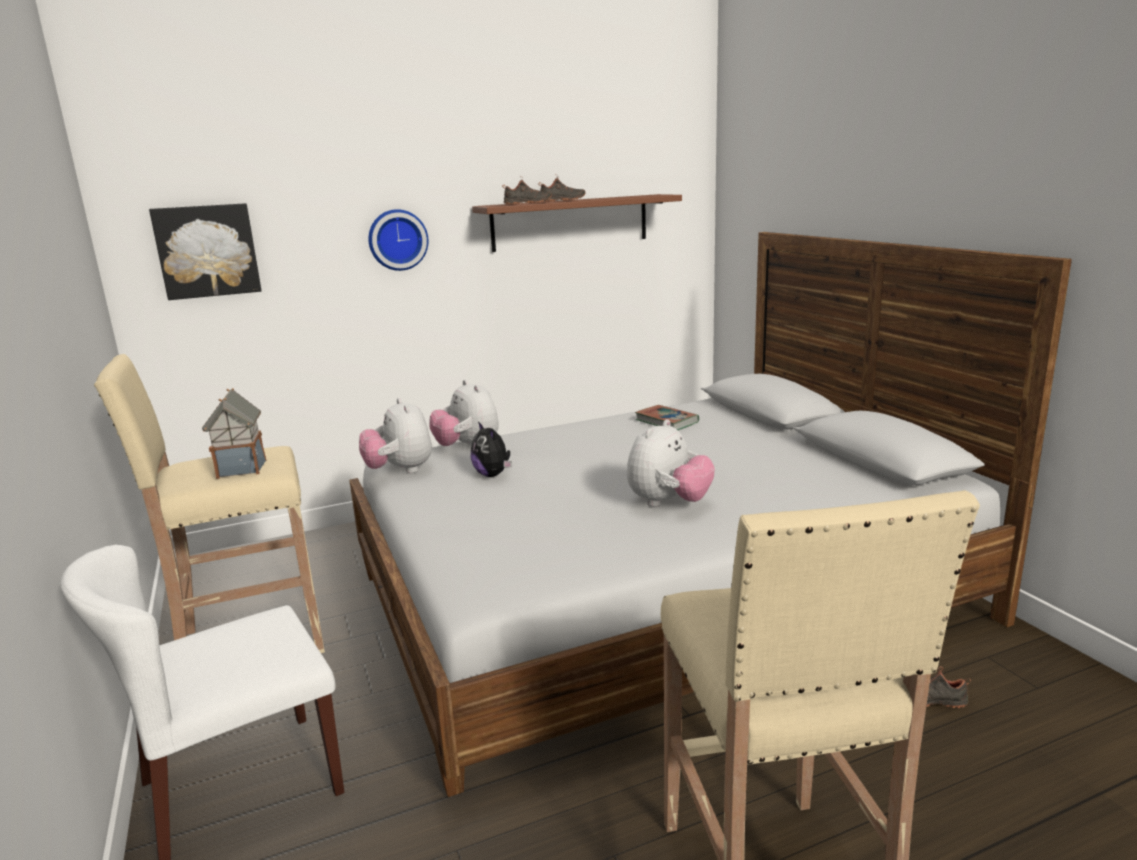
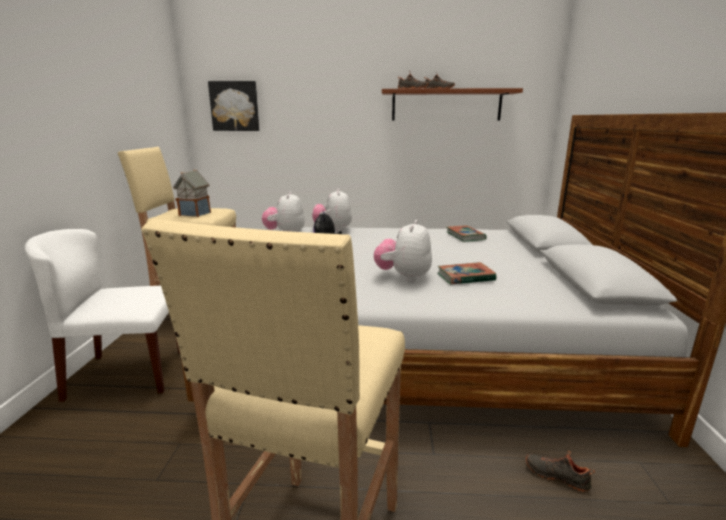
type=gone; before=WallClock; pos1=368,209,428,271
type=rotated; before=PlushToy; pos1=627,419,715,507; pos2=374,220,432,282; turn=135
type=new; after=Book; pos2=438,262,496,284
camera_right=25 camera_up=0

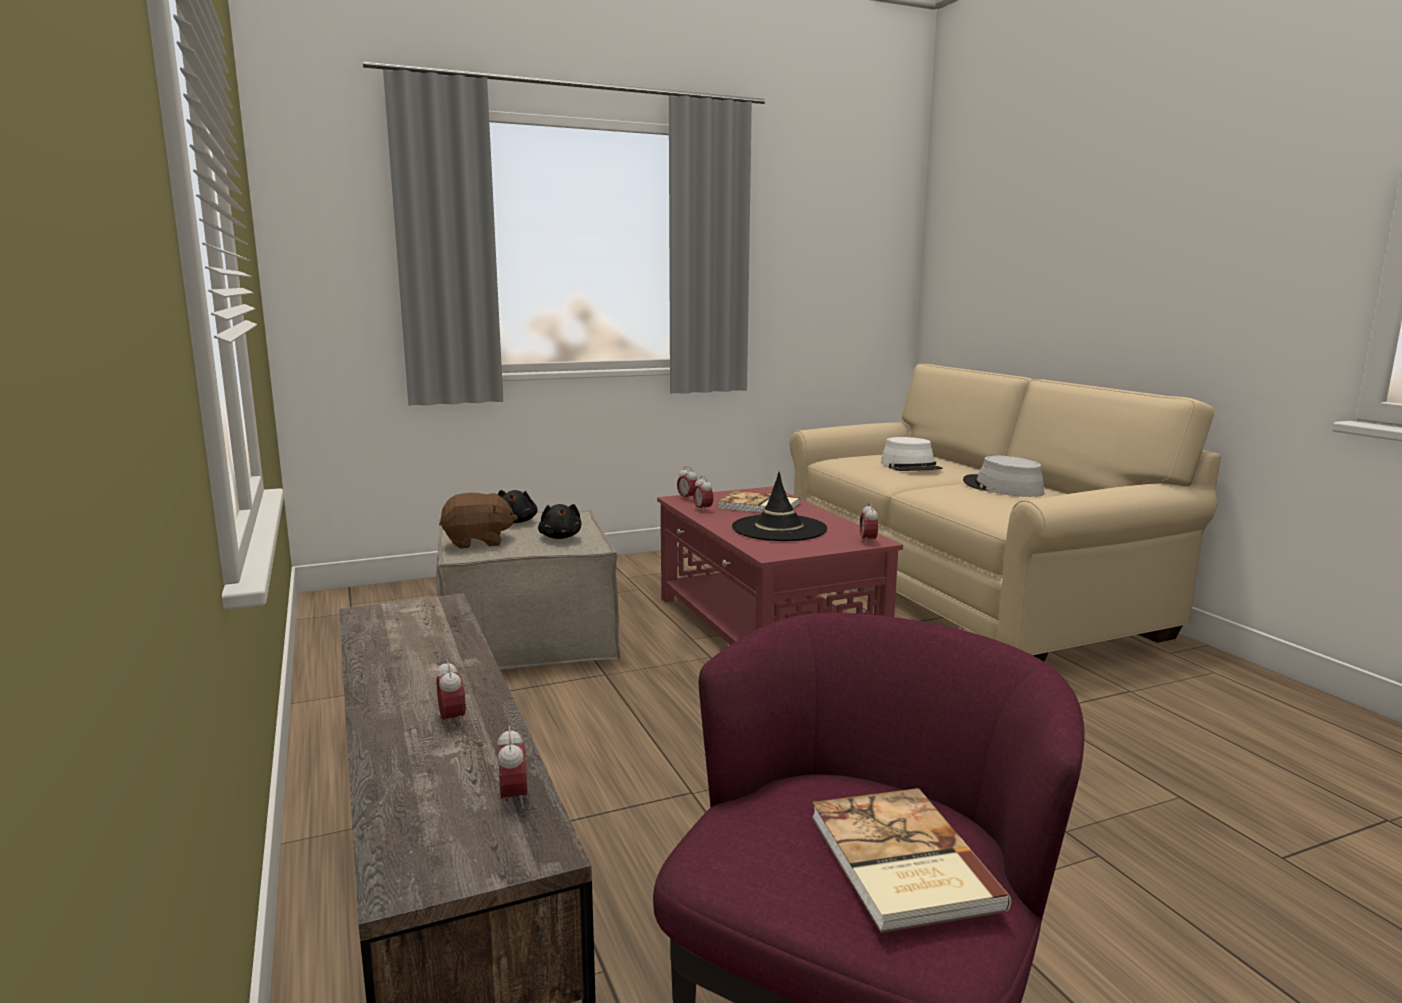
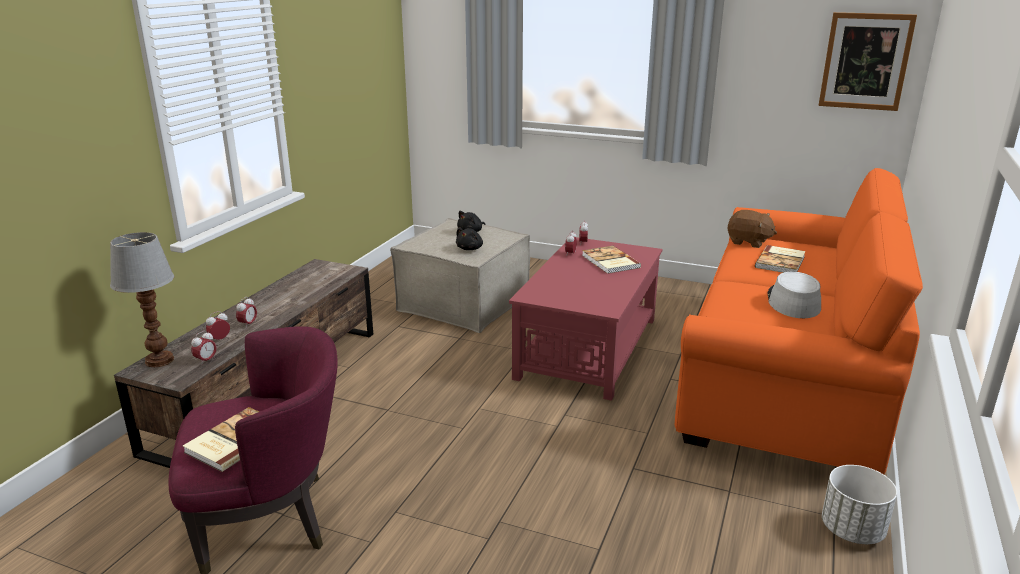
type=shifted; before=BrownPlushToy; pos1=439,493,518,549; pos2=727,210,777,248
type=gone; before=BlackHat; pos1=732,472,827,541
type=repainted; before=BeigeSofa; after=OrangeSofa; pos1=789,364,1221,661; pos2=675,168,923,474
type=shifted; before=AlarmClock; pos1=860,502,878,544; pos2=206,311,230,340
type=swapped; before=WhiteHat; after=Book; pos1=881,437,942,471; pos2=755,245,806,273
type=new; after=TableLamp; pos2=110,232,174,367
type=new; after=Picture; pos2=818,12,917,111
type=new; after=WhitePlanter; pos2=822,465,897,544
camera_right=45 camera_up=10

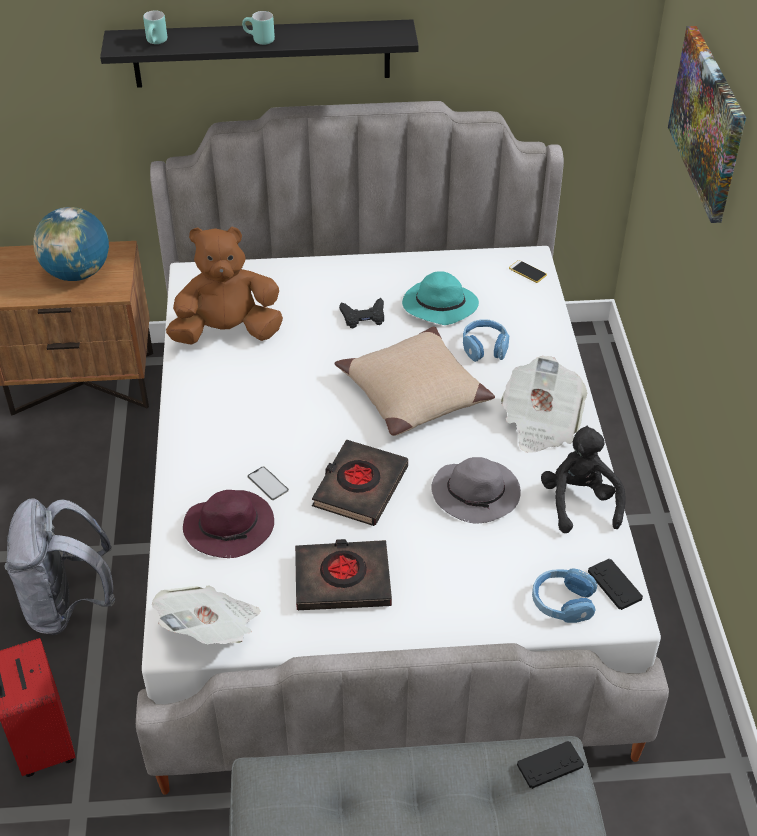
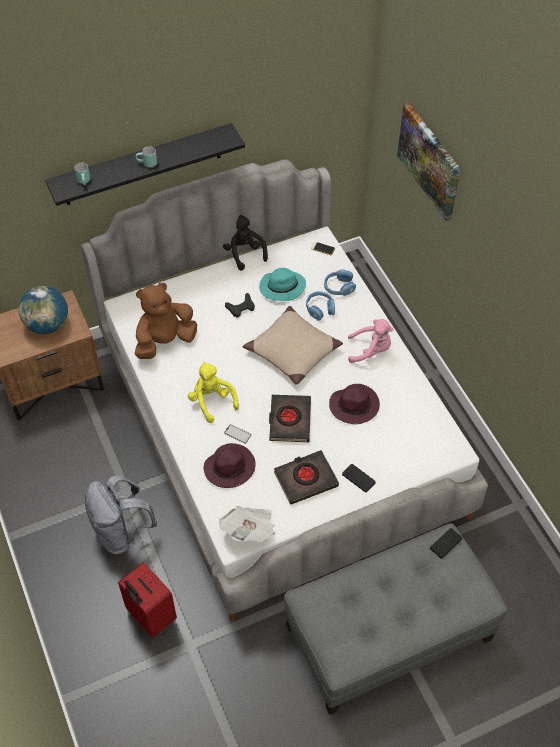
type=repainted; before=GreyHat; after=PurpleHat; pos1=431,457,521,523; pos2=329,384,380,424
type=swapped; before=Newspaper; after=PinkPlushToy; pos1=501,356,588,453; pos2=348,319,393,363
type=shifted; before=BlueHeadphones; pos1=532,568,597,623; pos2=324,270,356,296
type=shifted; before=BlackPlushToy; pos1=541,426,626,533; pos2=223,215,268,271
type=shifted; before=BlackGameController; pos1=588,559,643,610; pos2=342,464,376,493
type=new; after=YellowPlushToy; pos2=188,362,239,423
camera_right=-20 camera_up=10

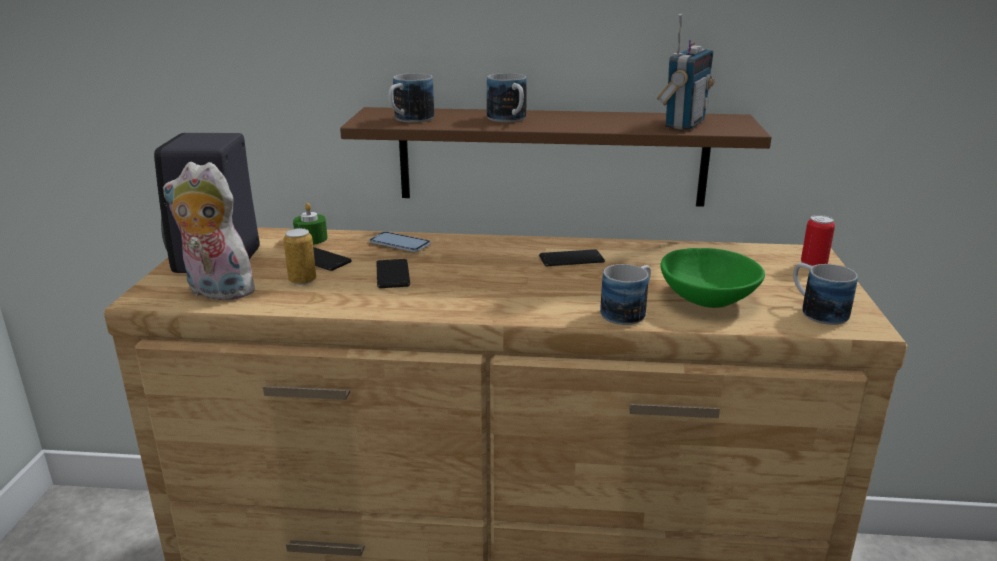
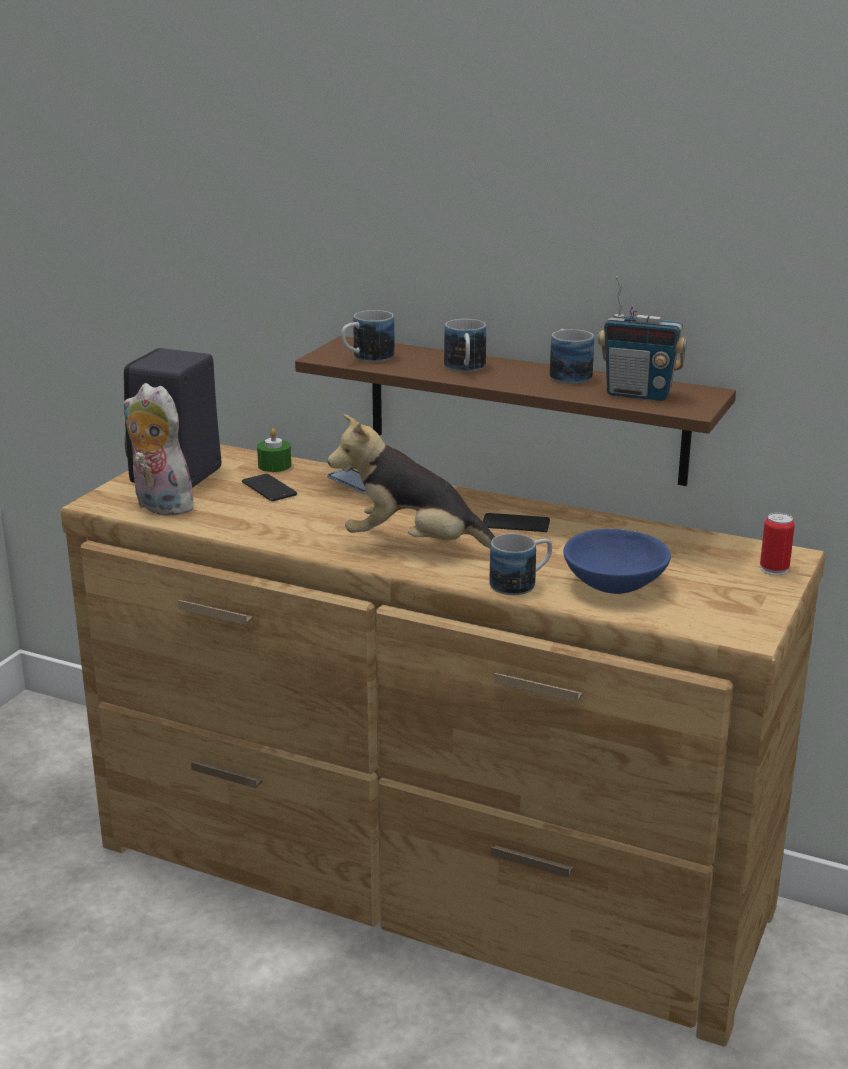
type=gone; before=Can; pos1=283,228,316,285
type=gone; before=Phone; pos1=376,259,410,288
type=rotated; before=Radio; pos1=657,14,715,130; pos2=598,276,687,401; turn=60
type=repainted; before=GreenBowl; after=BlueBowl; pos1=661,248,765,308; pos2=563,529,671,594
type=shifted; before=Mug; pos1=793,263,858,325; pos2=550,329,594,384
type=new; after=PlushToy; pos2=328,414,496,548
camera_right=20 camera_up=0

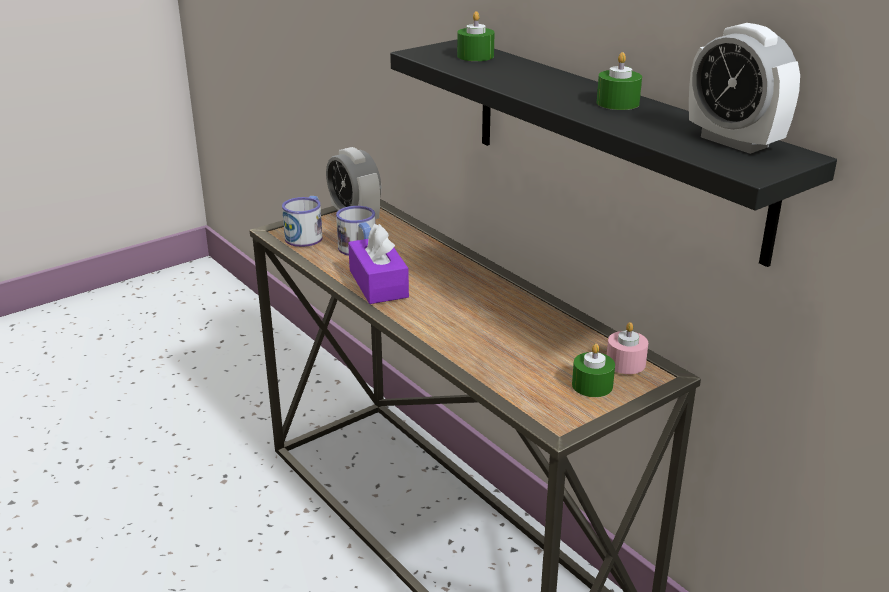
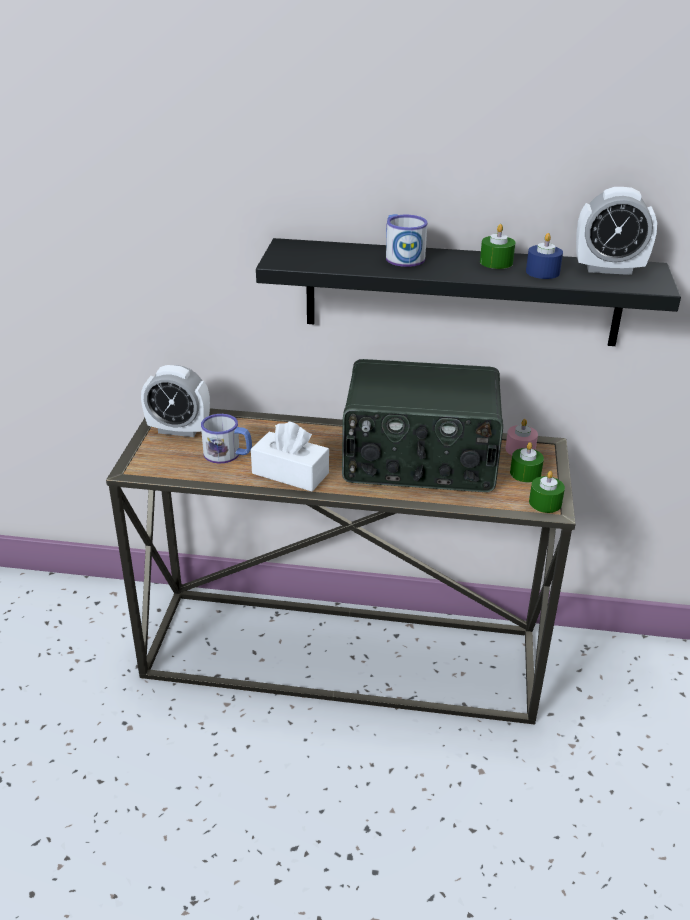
type=shifted; before=Mug; pos1=282,196,323,247; pos2=386,214,427,267
type=repainted; before=PurpleTissueBox; after=WhiteTissueBox; pos1=348,224,409,304; pos2=251,422,329,491
type=shifted; before=GreenCandle; pos1=457,11,495,61; pos2=529,471,565,513
type=new; after=Radio; pos2=342,359,503,492
type=new; after=BlueCandle; pos2=526,233,563,279
camera_right=-45 camera_up=5

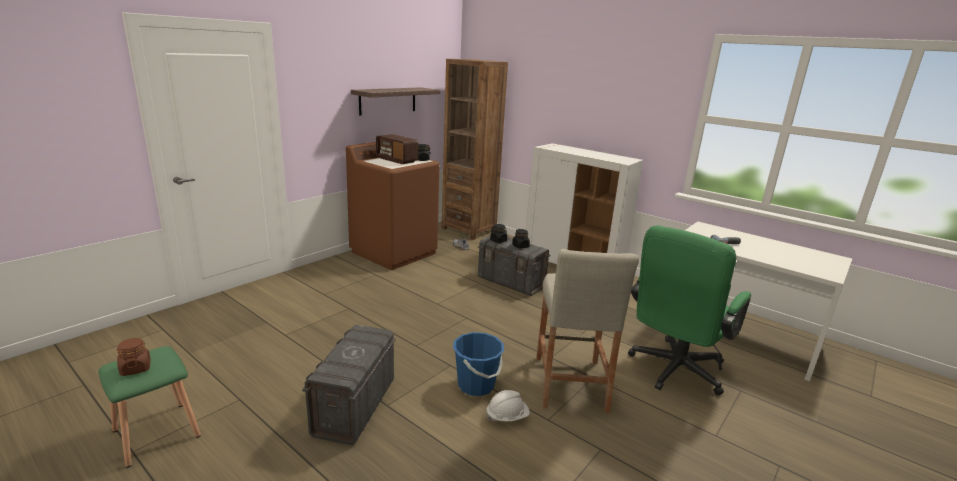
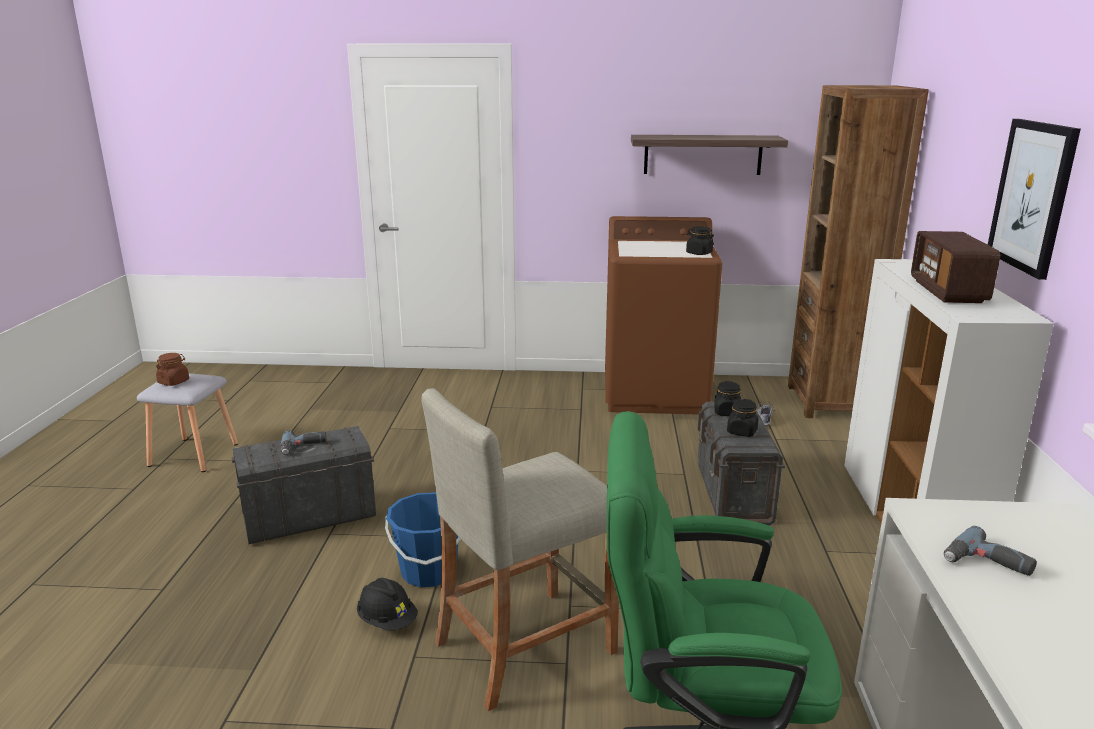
type=repainted; before=GreenStool; after=GreyStool; pos1=98,346,201,468; pos2=137,374,238,472
type=shifted; before=Radio; pos1=376,134,418,164; pos2=911,231,1000,303
type=repainted; before=WhiteHardHat; after=BlackHardHat; pos1=486,390,530,421; pos2=357,578,418,631
type=new; after=PowerDrill; pos2=281,430,327,455
type=new; after=Picture; pos2=988,119,1081,280
camera_right=55 camera_up=0

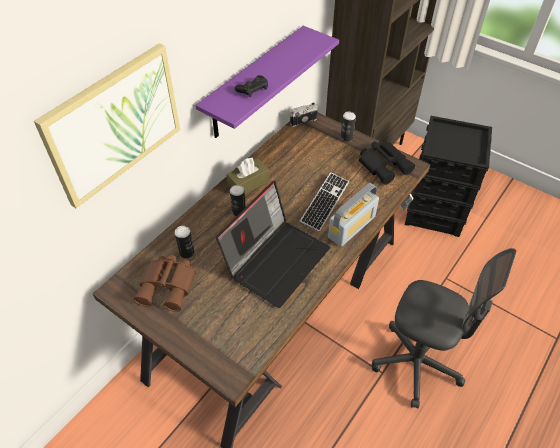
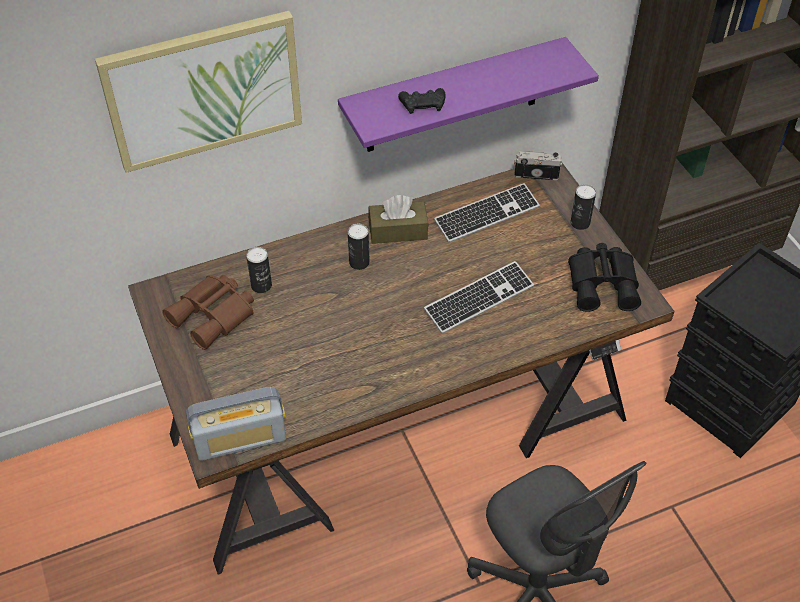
type=gone; before=Laptop; pos1=216,181,331,308
type=shifted; before=Radio; pos1=328,183,379,247; pos2=186,387,286,461
type=new; after=Keyboard; pos2=434,183,540,243
camera_right=30 camera_up=0

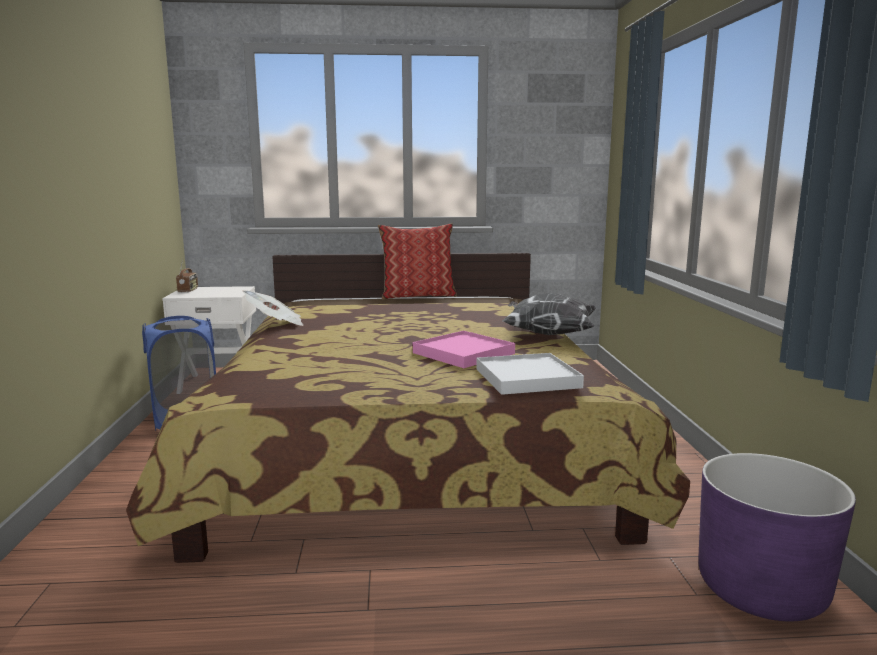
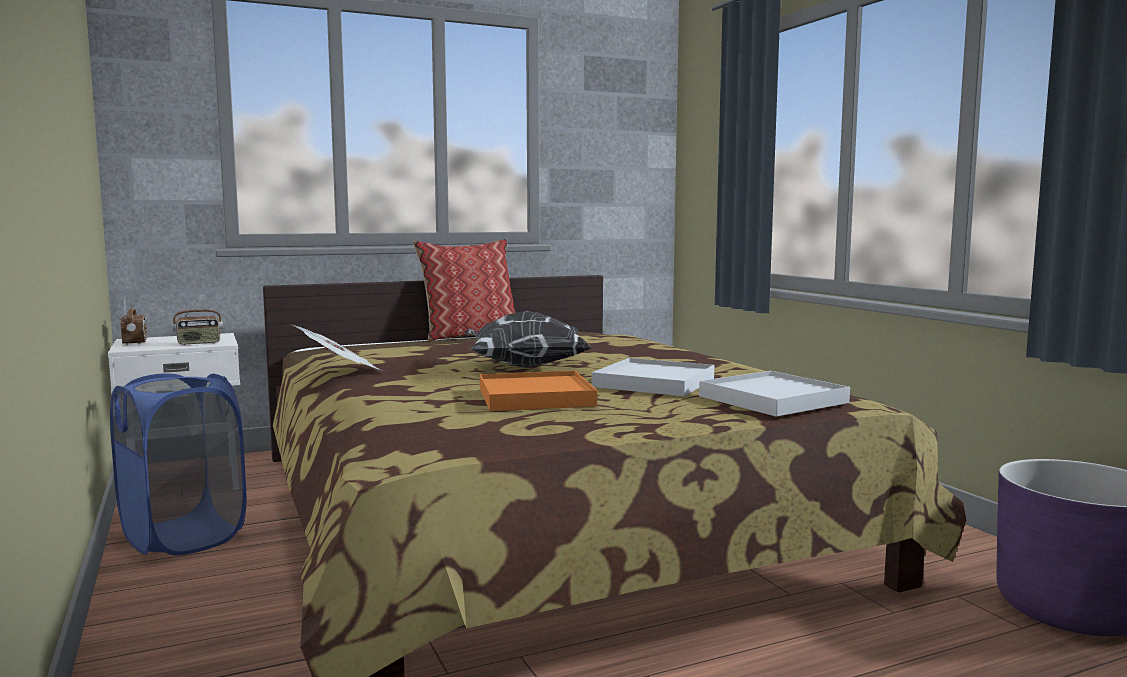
type=repainted; before=PinkTray; after=WhiteTray; pos1=413,331,515,368; pos2=592,358,714,396
type=shifted; before=Pillow; pos1=502,293,596,335; pos2=464,311,592,368
type=new; after=Radio; pos2=172,296,223,345
type=new; after=OrangeTray; pos2=479,371,597,411
camera_right=-20 camera_up=-5

